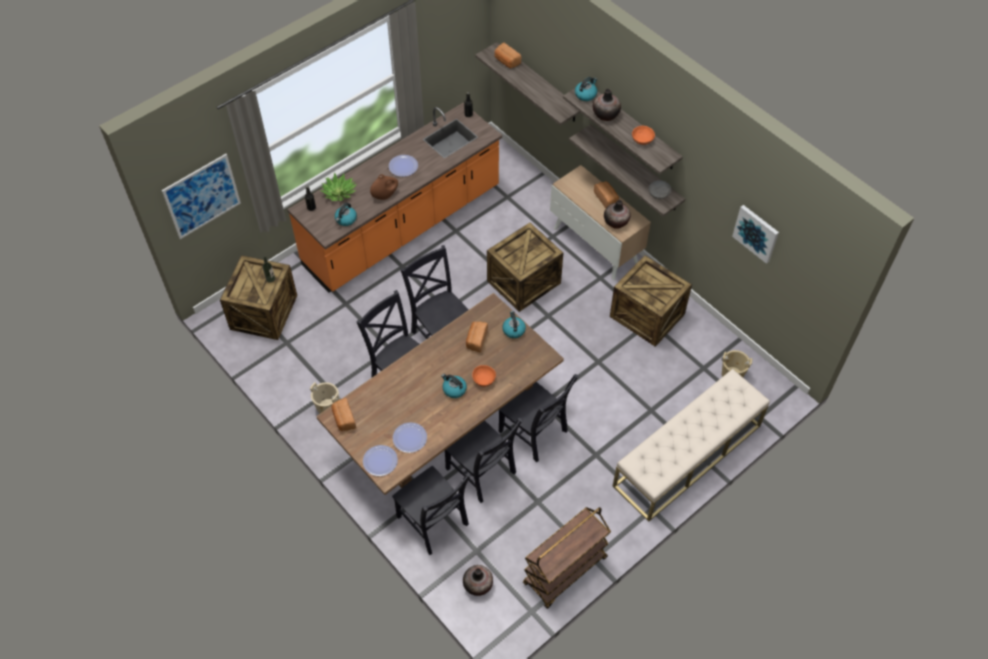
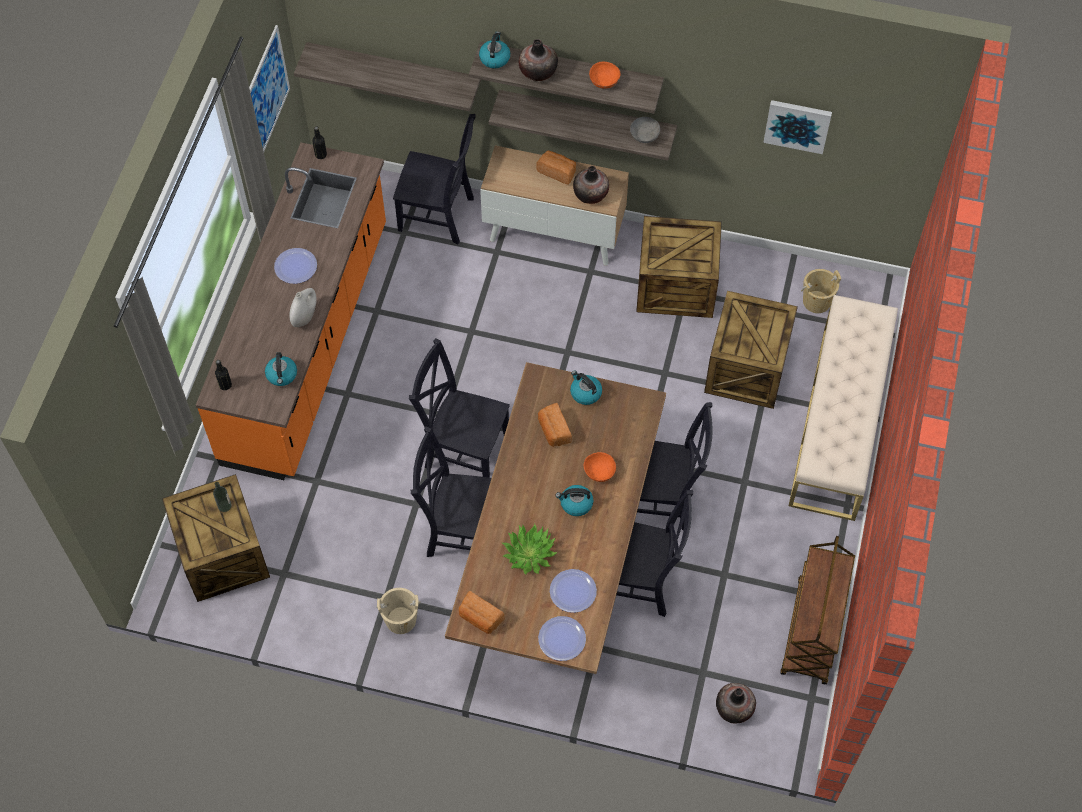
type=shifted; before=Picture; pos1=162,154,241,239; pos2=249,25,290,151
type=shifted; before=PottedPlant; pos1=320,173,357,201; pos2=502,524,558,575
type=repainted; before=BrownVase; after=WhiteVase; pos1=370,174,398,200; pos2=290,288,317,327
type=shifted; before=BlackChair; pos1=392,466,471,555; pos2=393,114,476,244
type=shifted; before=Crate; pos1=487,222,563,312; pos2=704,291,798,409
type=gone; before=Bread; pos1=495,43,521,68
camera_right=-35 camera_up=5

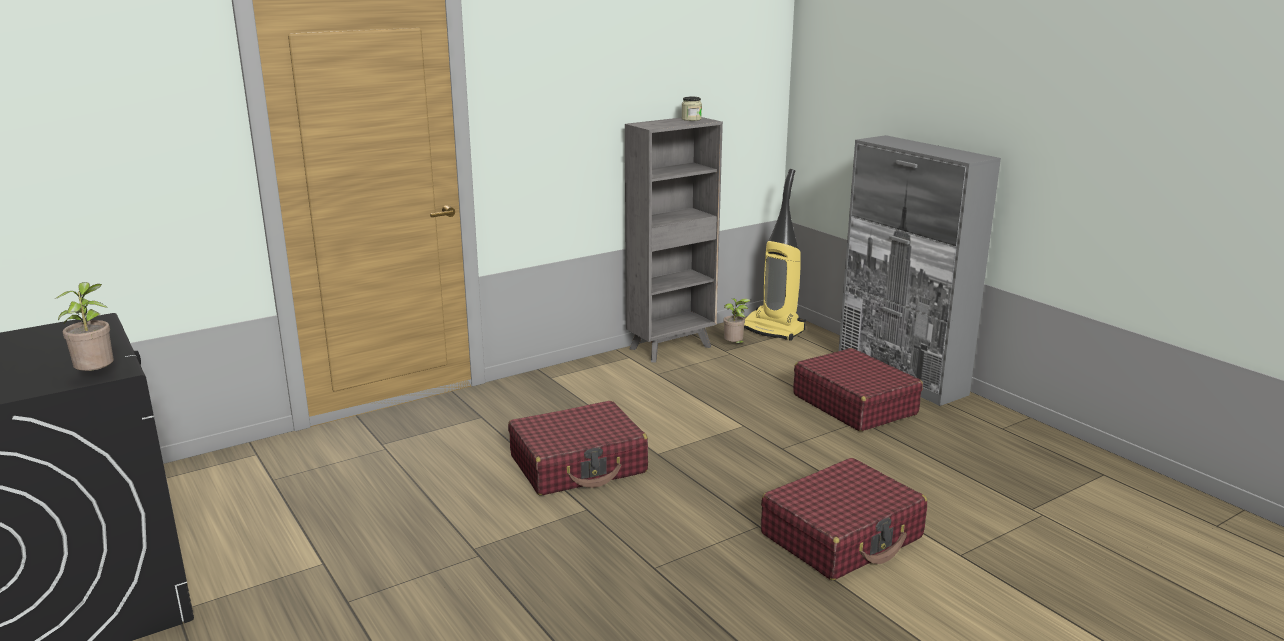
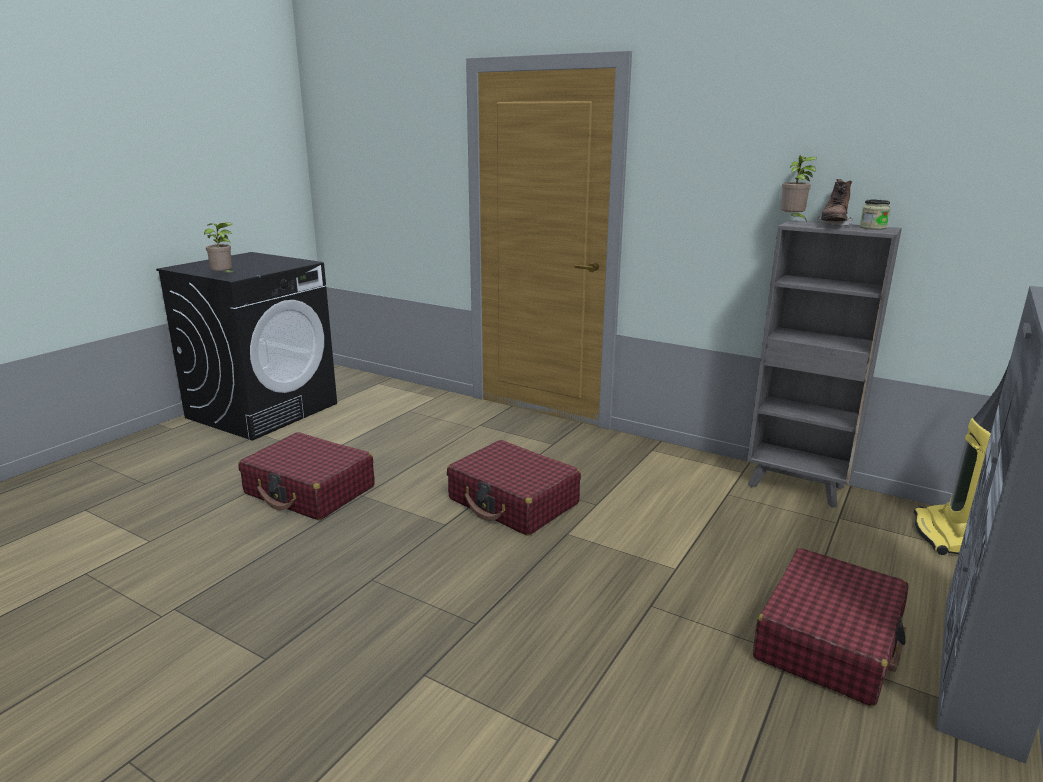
type=shifted; before=PottedPlant; pos1=723,298,751,343; pos2=781,156,817,222
type=shifted; before=RedSuitcase; pos1=761,458,927,580; pos2=238,432,375,520
type=new; after=BrownBoot; pos2=817,179,853,226
camera_right=65 camera_up=0

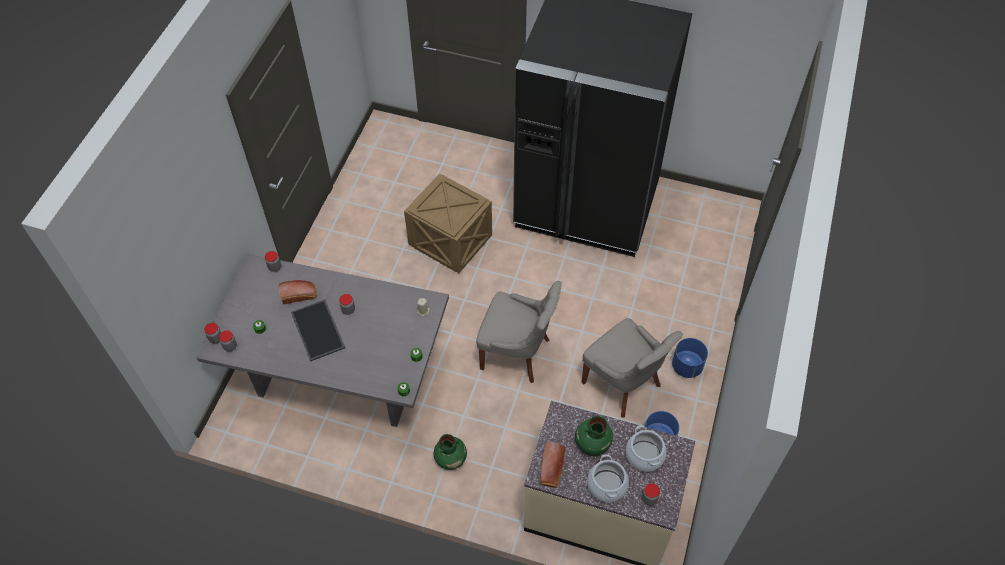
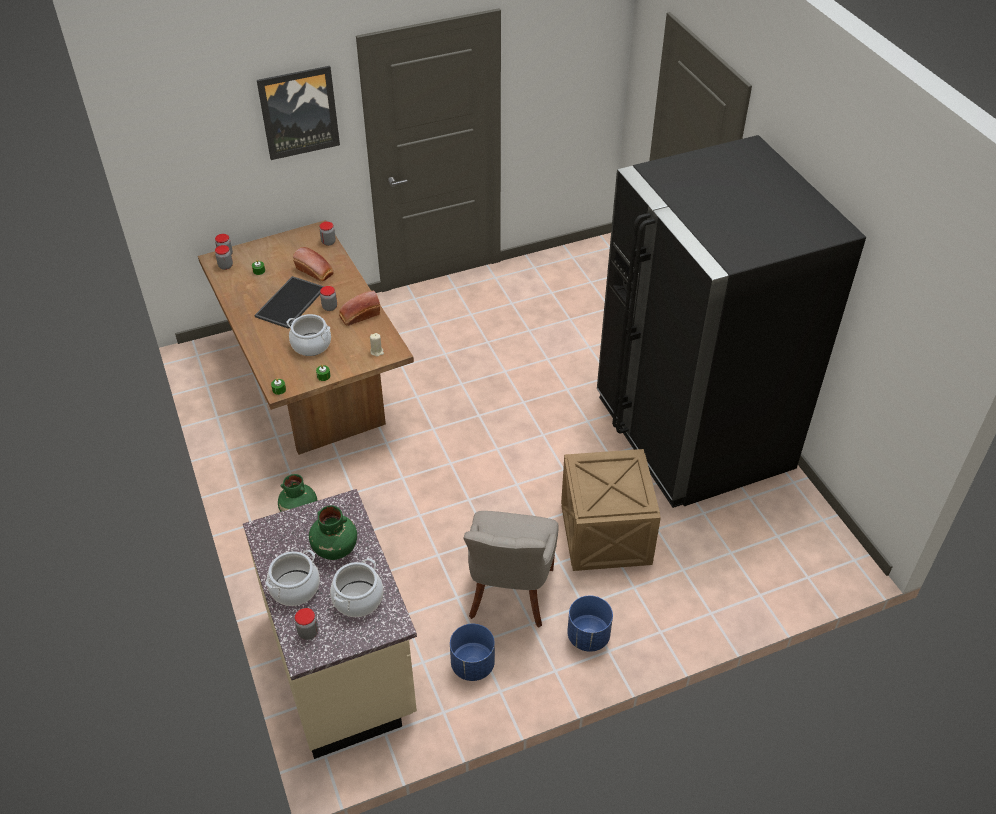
type=repainted; before=GreyDiningTable; after=BrownDiningTable; pos1=197,253,449,427; pos2=198,220,414,455
type=shifted; before=Crate; pos1=404,173,492,273; pos2=561,449,661,571
type=gone; before=GreyChair; pos1=476,281,562,383
type=shifted; before=Bread; pos1=539,442,566,488; pos2=339,291,380,326
type=new; after=Picture; pos2=257,66,340,160
type=new; after=CookingPot; pos2=286,314,331,356
camera_right=50 camera_up=-10

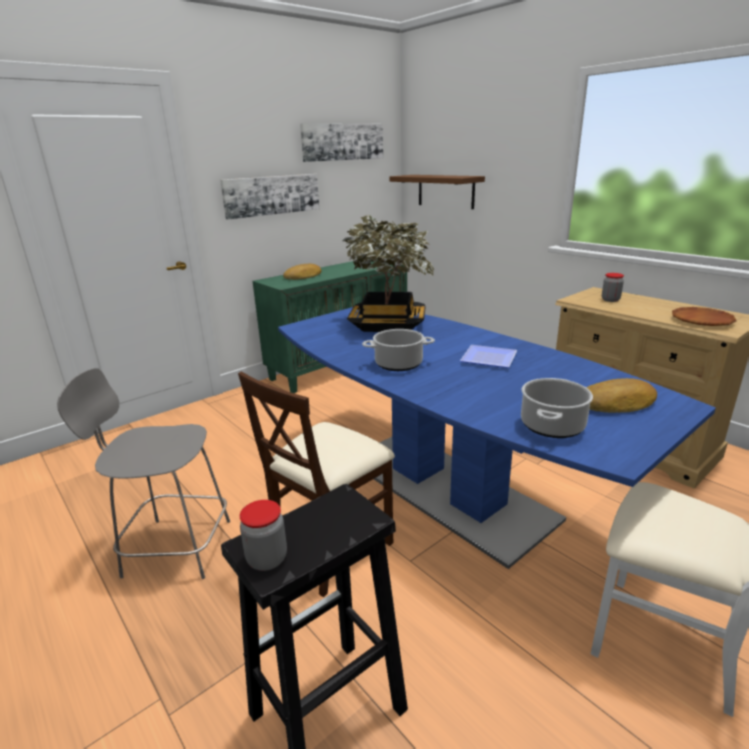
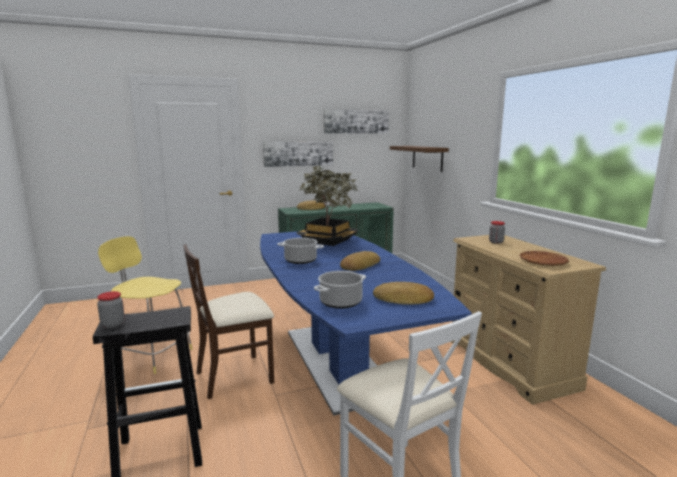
type=repainted; before=GreyStool; after=YellowStool; pos1=57,368,230,579; pos2=98,236,193,374
type=swapped; before=Plate; after=Bread; pos1=460,345,517,368; pos2=340,251,380,271
camera_right=20 camera_up=-10

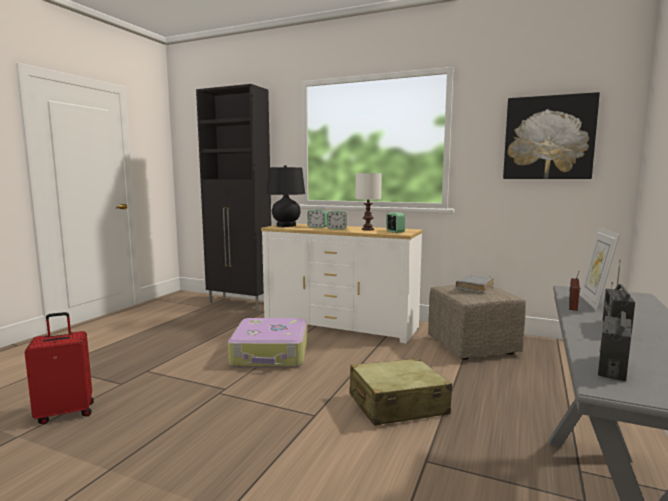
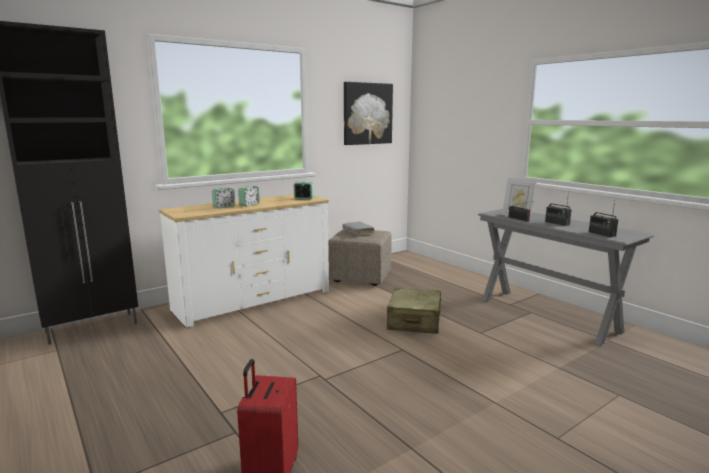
type=gone; before=Suitcase; pos1=228,318,307,368
type=gone; before=BlackTableLamp; pos1=266,165,305,227
type=gone; before=WhiteTableLamp; pos1=355,173,382,231
camera_right=-60 camera_up=5

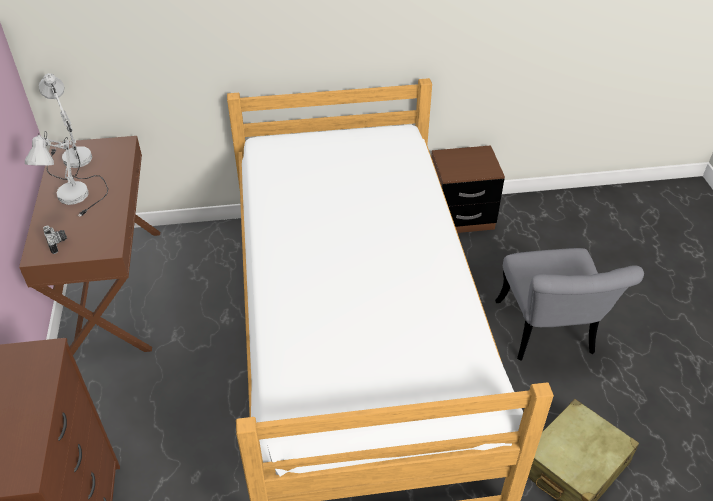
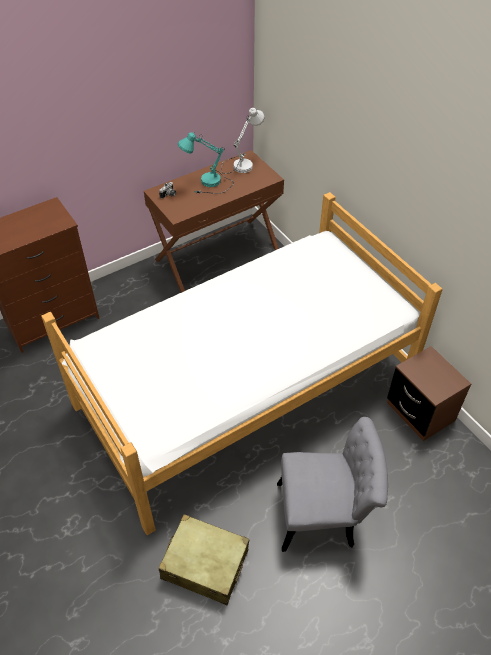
type=repainted; before=WhiteTableLamp; after=TurquoiseTableLamp; pos1=25,131,108,217; pos2=178,132,234,194
type=rotated; before=GreyChair; pos1=495,248,644,361; pos2=277,417,388,552; turn=-150
camera_right=65 camera_up=5

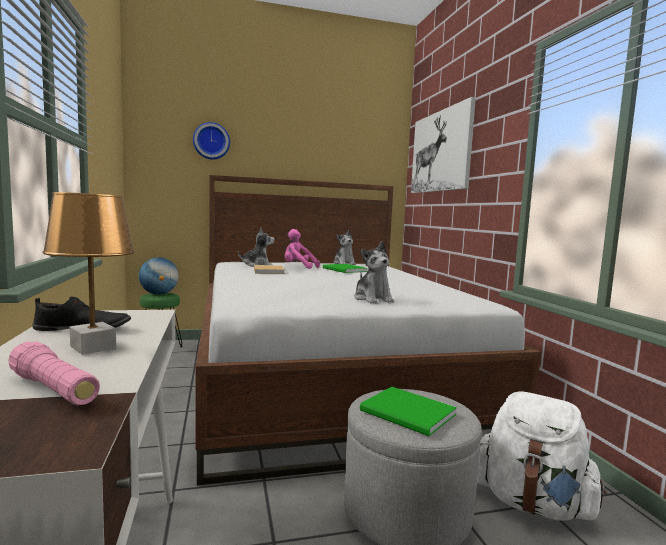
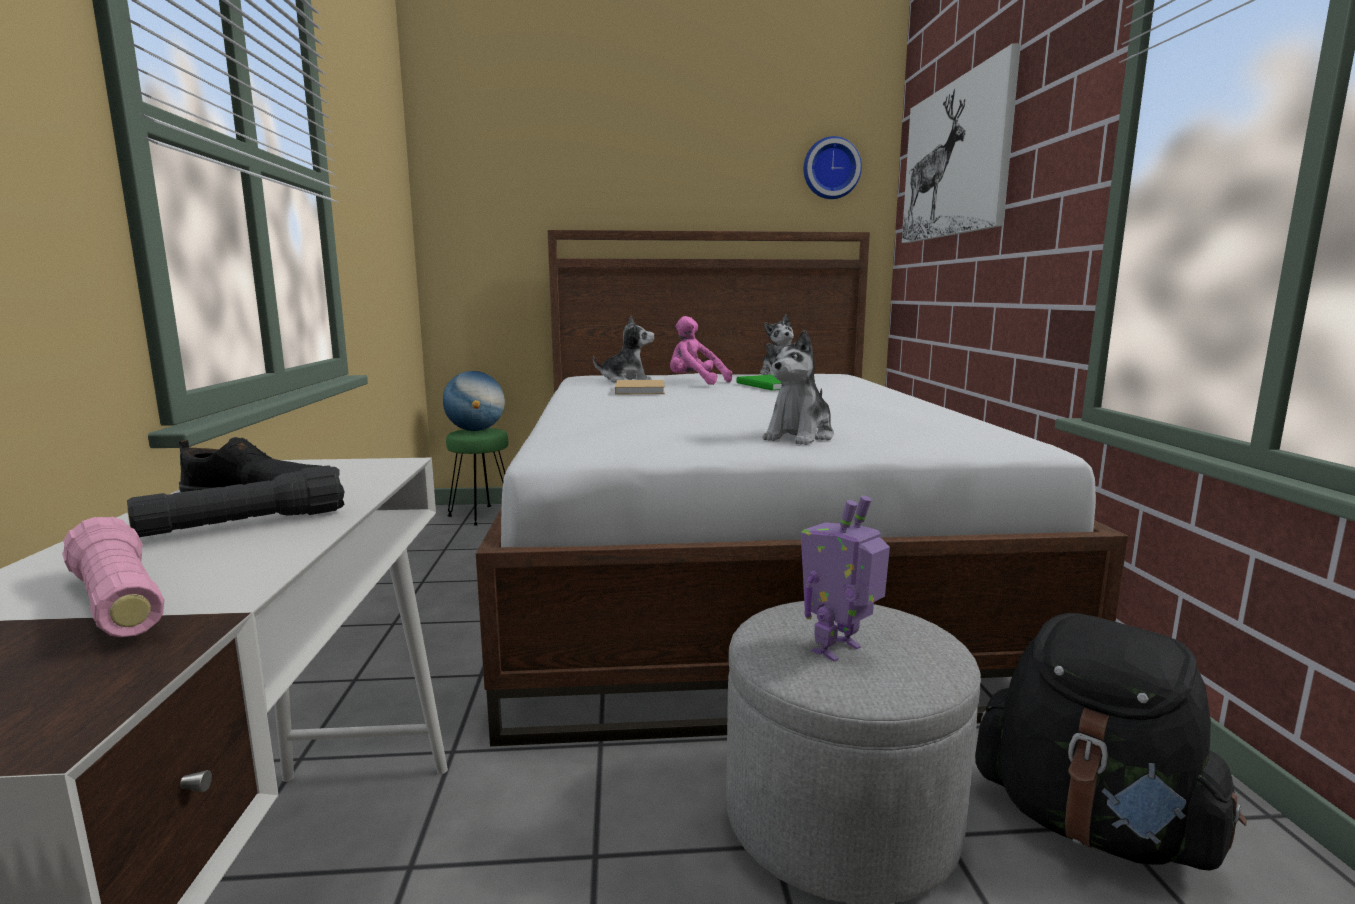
type=swapped; before=BrownTableLamp; after=BlackFlashlight; pos1=43,192,134,355; pos2=127,465,345,537
type=shifted; before=WallClock; pos1=193,122,230,159; pos2=803,136,862,199
type=rotated; before=PlushToy; pos1=354,241,394,303; pos2=762,330,834,445; turn=45
type=swapped; before=GreenBook; after=ToyRobot; pos1=360,387,457,436; pos2=801,495,890,662
type=repainted; before=WhiteBackpack; after=BlackBackpack; pos1=477,392,607,520; pos2=975,613,1247,871
camera_right=10 camera_up=5

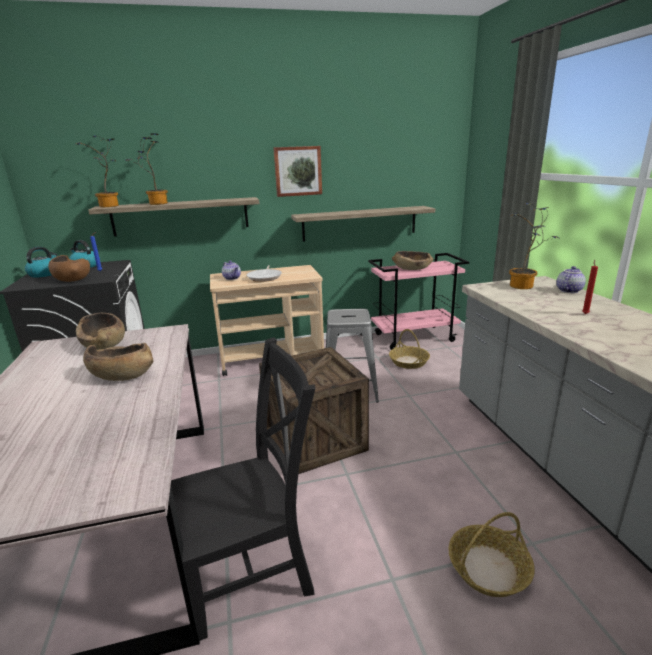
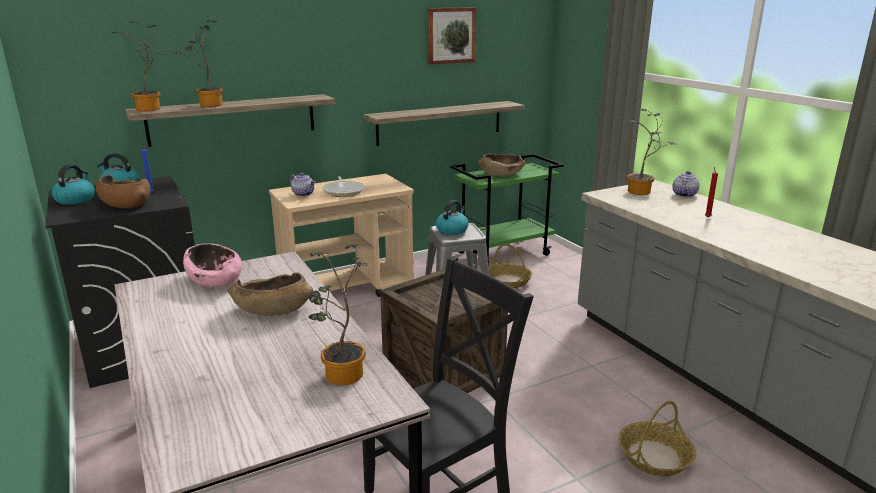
type=repainted; before=BrownBowl; after=PinkBowl; pos1=76,313,125,350; pos2=183,244,242,287
type=shifted; before=Picture; pos1=273,146,322,197; pos2=427,7,476,64
type=repainted; before=PinkCart; after=GreenCart; pos1=368,253,469,350; pos2=450,154,564,267
type=new; after=PottedPlant; pos2=308,244,368,386
type=new; after=Kettle; pos2=436,200,469,235
camera_right=-15 camera_up=0

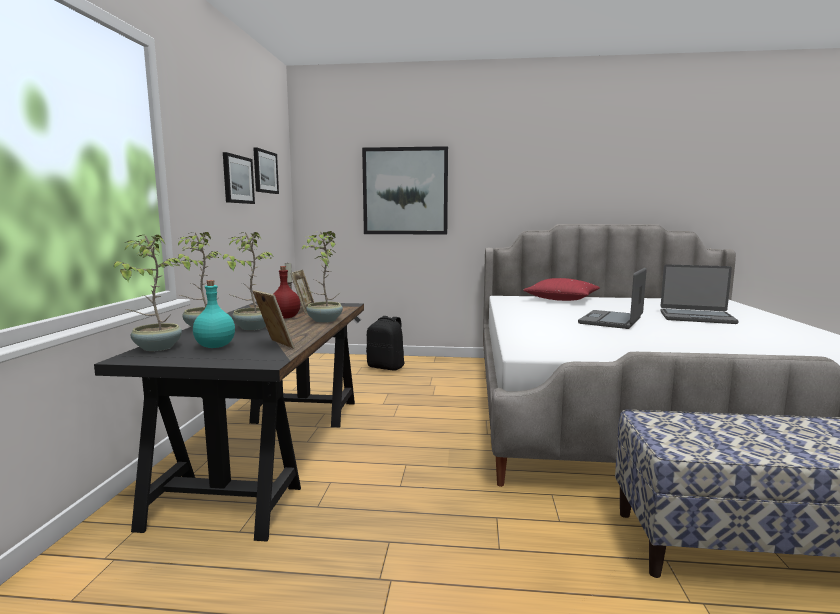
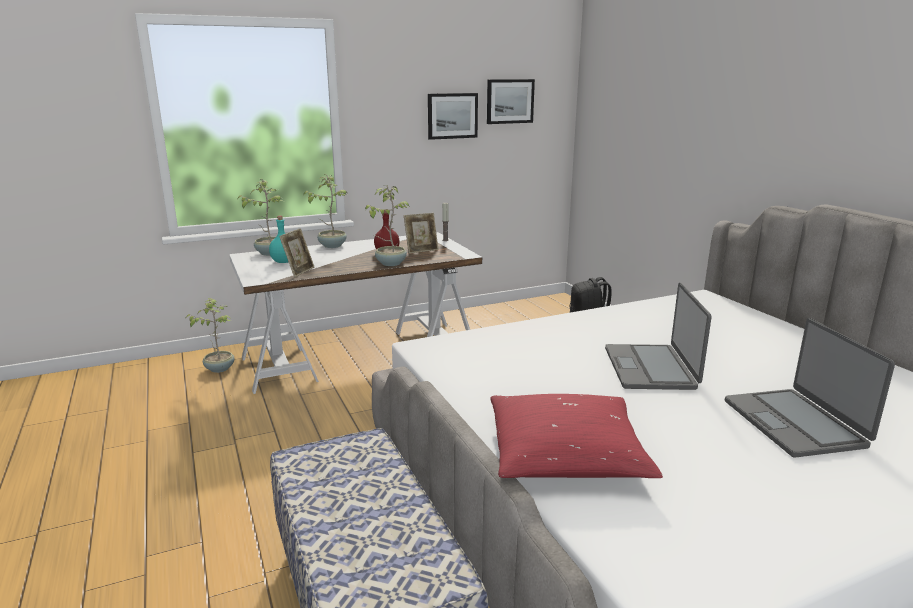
type=repainted; before=BlackDesk; after=WhiteDesk; pos1=94,302,364,542; pos2=229,232,482,394
type=shifted; before=PottedPlant; pos1=223,232,273,330; pos2=186,298,235,373
type=gone; before=Picture; pos1=362,146,448,234
type=shifted; before=RedPillow; pos1=523,278,600,301; pos2=490,394,663,478
type=rotated; before=Laptop; pos1=578,268,647,329; pos2=605,283,712,390; turn=-90
camera_right=60 camera_up=10

